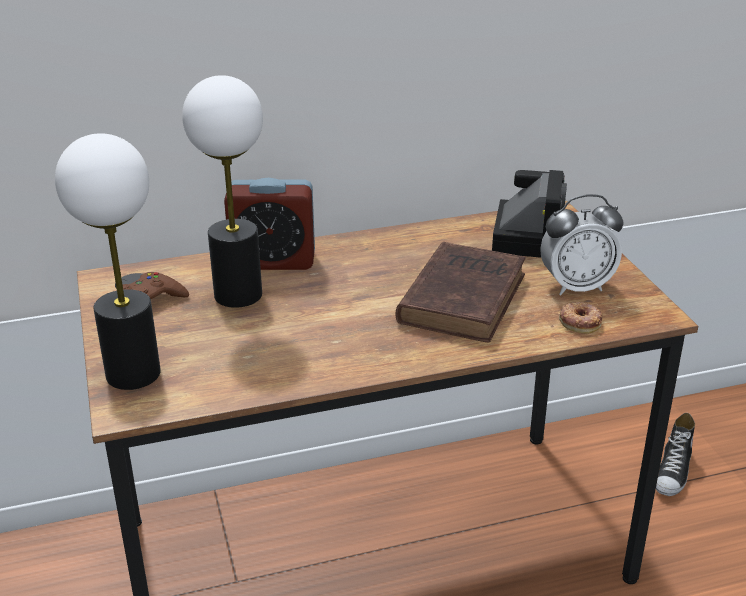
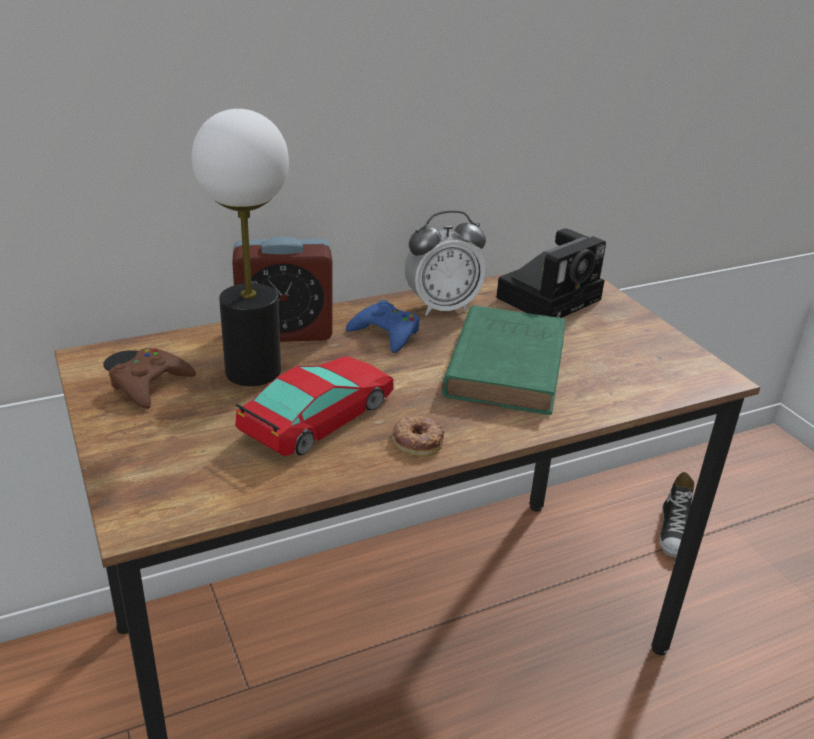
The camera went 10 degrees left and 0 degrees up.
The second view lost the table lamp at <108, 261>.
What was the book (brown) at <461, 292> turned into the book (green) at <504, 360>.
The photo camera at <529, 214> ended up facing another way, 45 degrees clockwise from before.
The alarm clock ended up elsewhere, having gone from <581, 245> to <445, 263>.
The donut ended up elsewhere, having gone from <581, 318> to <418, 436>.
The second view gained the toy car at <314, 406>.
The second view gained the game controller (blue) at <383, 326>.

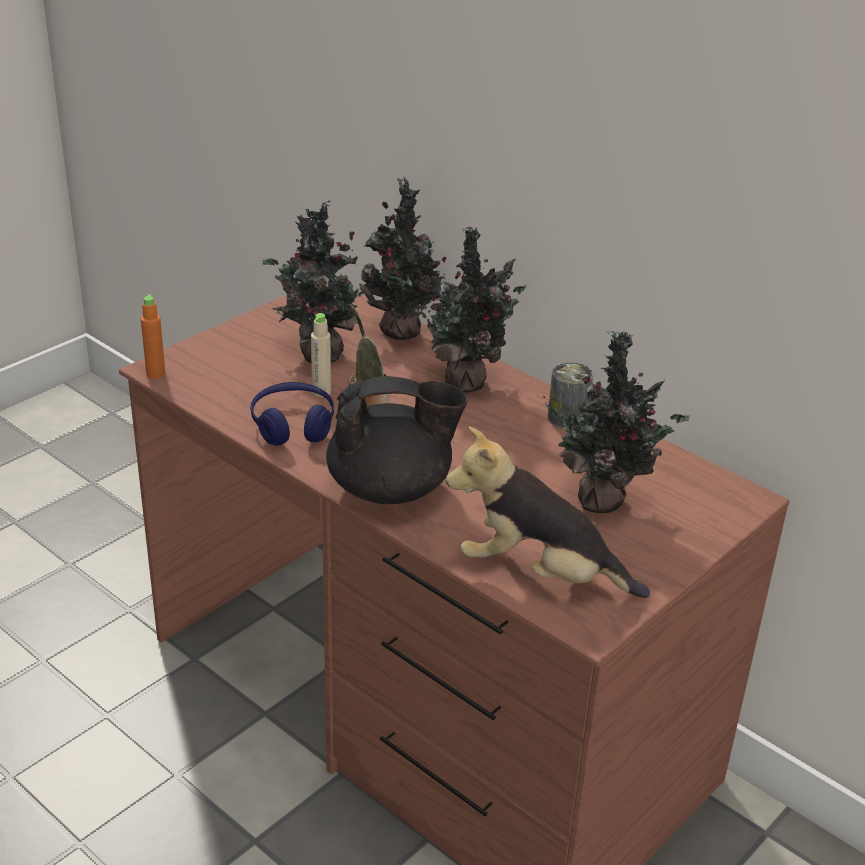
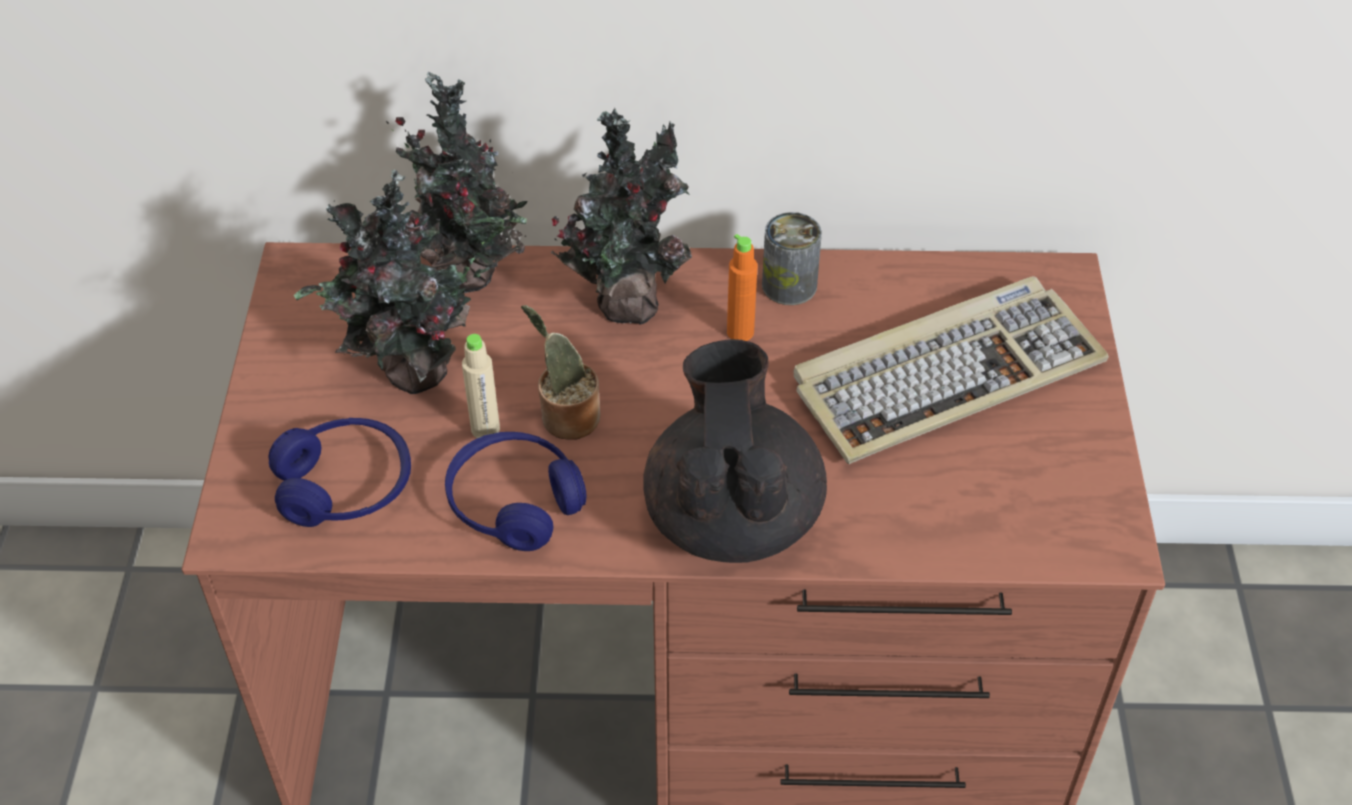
The camera went 40 degrees left and 15 degrees up.
The bottle (orange) ended up elsewhere, having gone from <153, 336> to <742, 287>.
The teapot (black) at <397, 440> ended up facing another way, 45 degrees counterclockwise from before.
The second view lost the plush toy at <548, 512>.
Where the potted plant stood at <617, 422>, the keyboard came to stand at <951, 370>.
The second view gained the headphones (blue) at <340, 472>.

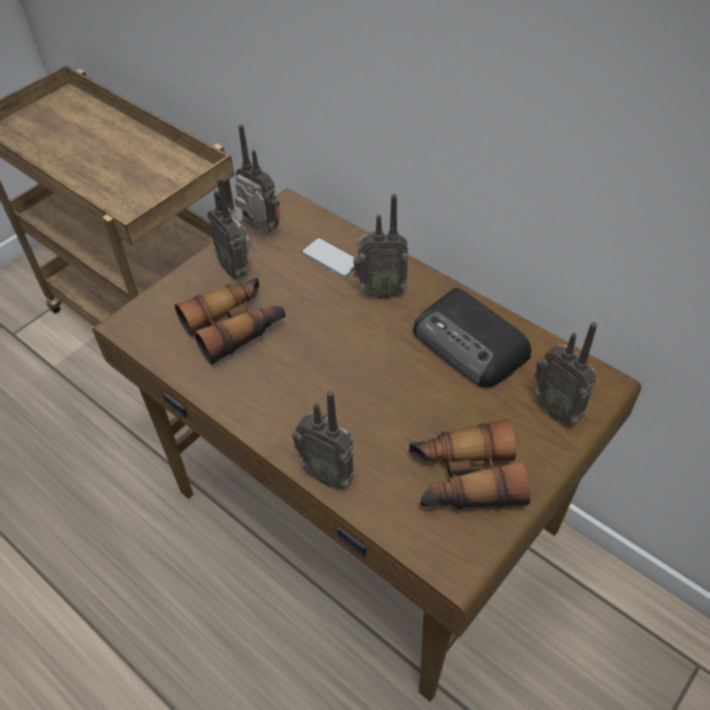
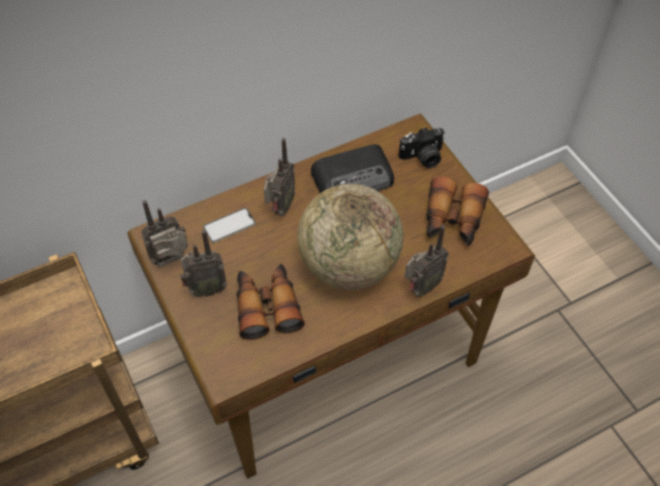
The camera went 70 degrees left and 5 degrees up.
Where the radio stood at <565, 373>, the photo camera came to stand at <422, 147>.
The second view gained the globe at <350, 237>.

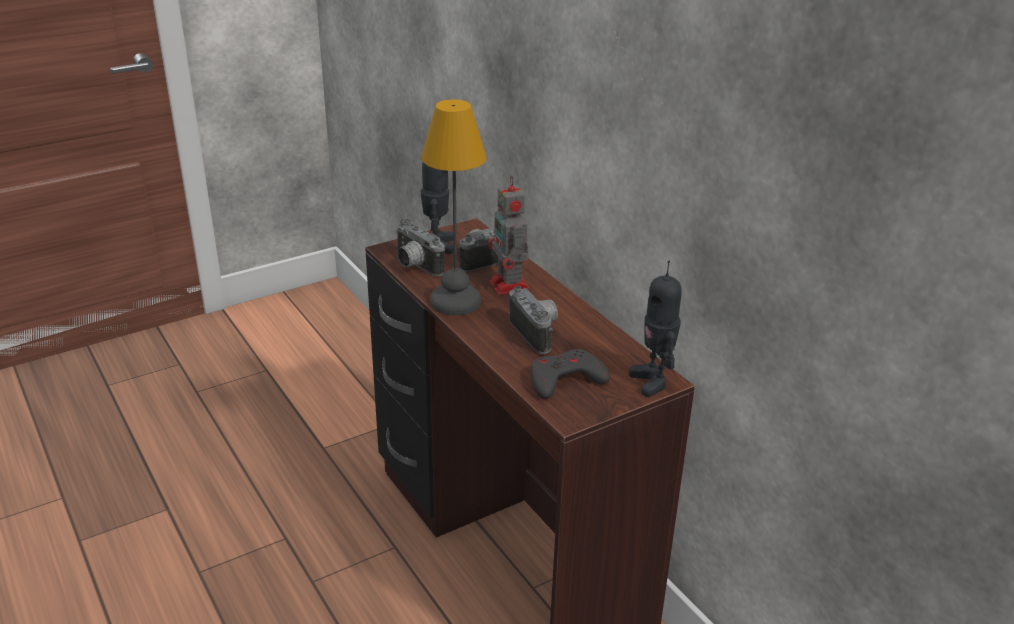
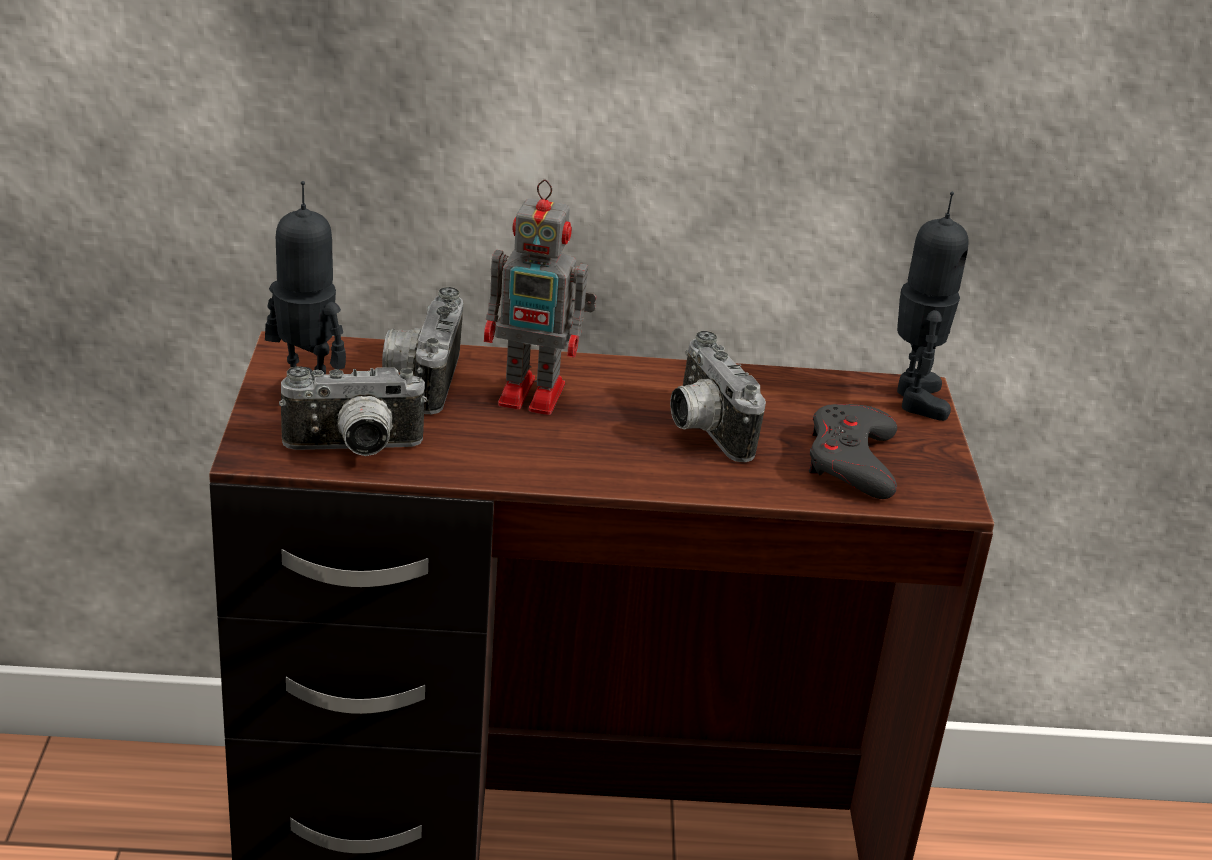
The camera went 60 degrees left and 0 degrees up.
The second view lost the table lamp at <453, 207>.
The photo camera at <533, 320> ended up facing another way, 120 degrees counterclockwise from before.
The toy robot at <655, 329> ended up facing another way, 105 degrees counterclockwise from before.

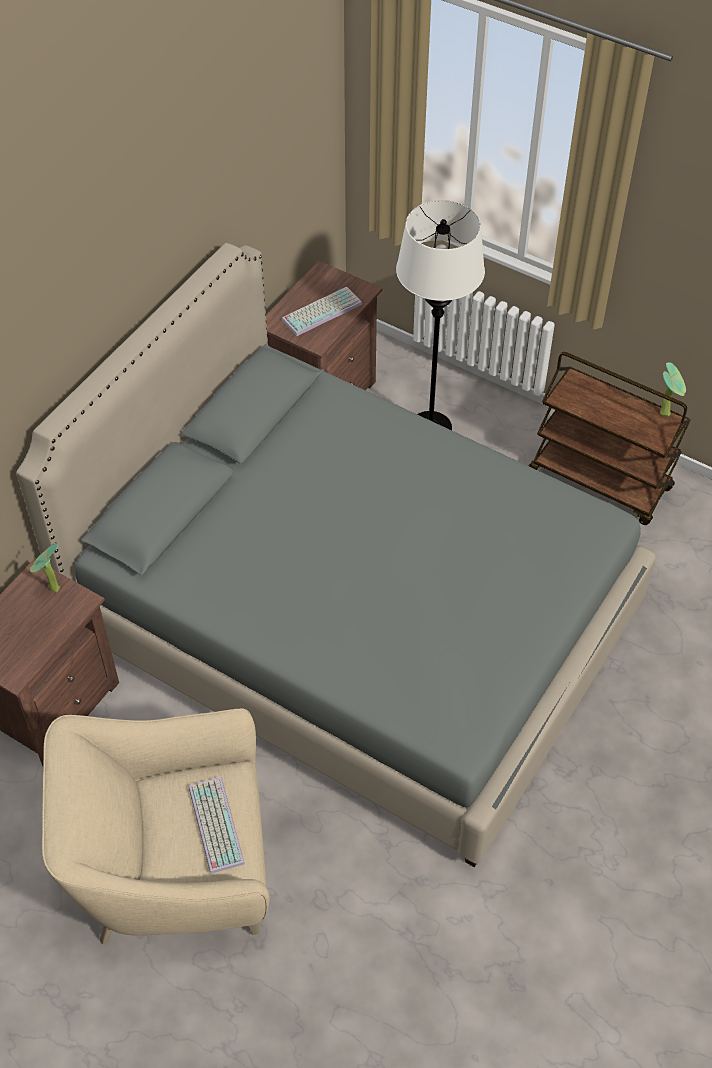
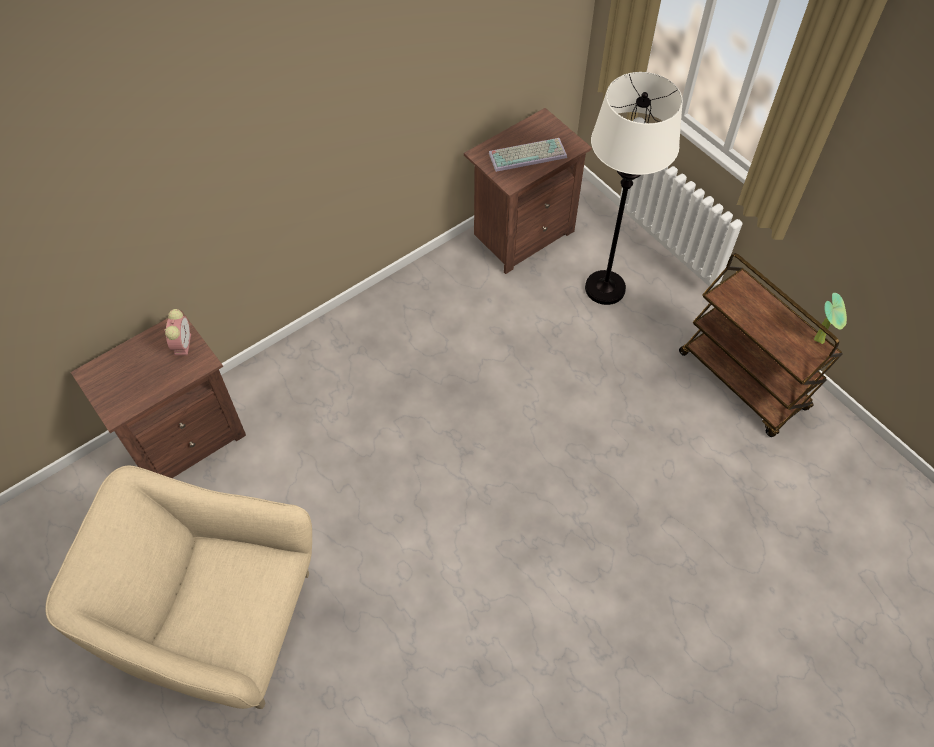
The camera went 20 degrees right and 5 degrees up.
The second view lost the bed (grey) at <336, 555>.
Where the potted plant stood at <45, 568>, the alarm clock came to stand at <177, 332>.
The second view lost the keyboard at <217, 825>.

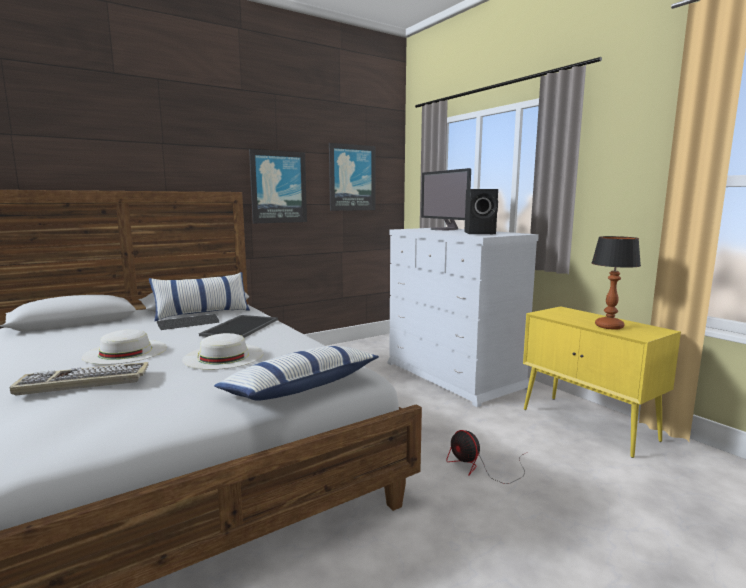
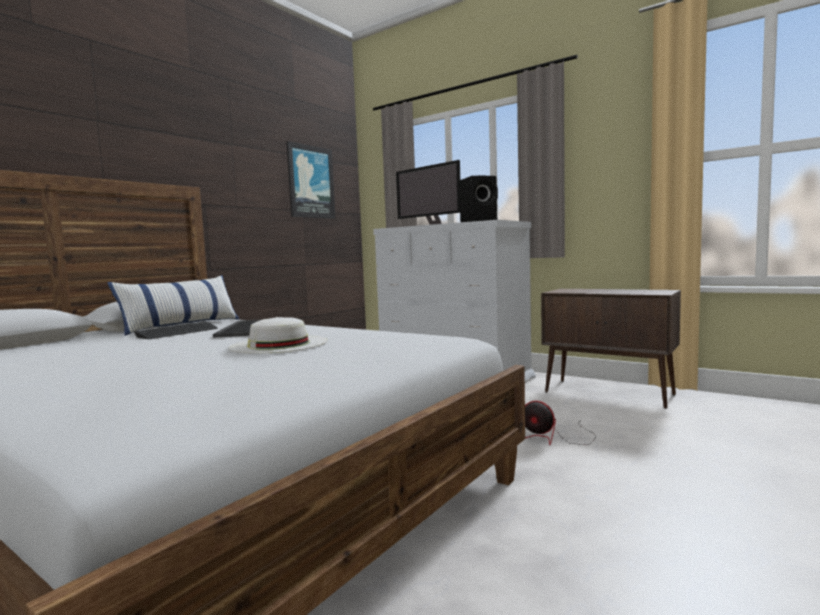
The camera went 20 degrees left and 5 degrees down.
The second view lost the keyboard at <79, 378>.
The second view lost the hat (white) at <124, 347>.
The second view lost the pillow at <296, 373>.
The second view lost the picture at <278, 186>.
What was the cabinet (yellow) at <602, 382> turned into the cabinet (brown) at <611, 349>.
The second view lost the table lamp at <616, 283>.

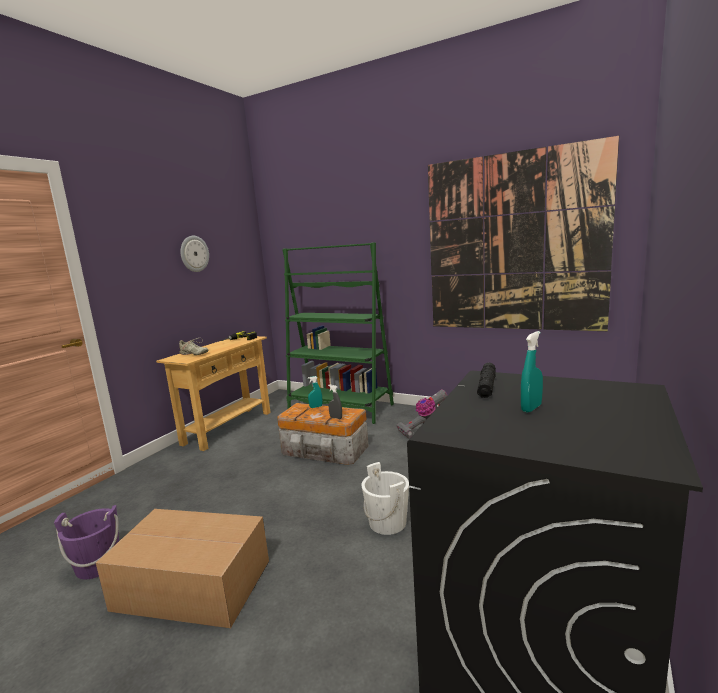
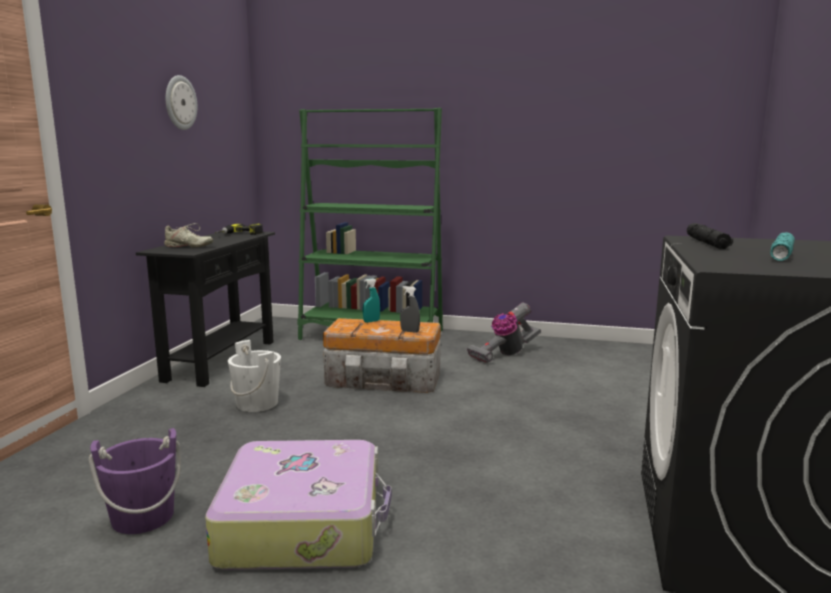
The camera went 15 degrees left and 0 degrees up.
Where the cardboard box stood at <182, 568>, the suitcase came to stand at <298, 505>.
What was the console table (beige) at <213, 393> turned into the console table (black) at <205, 309>.
The bucket (white) ended up elsewhere, having gone from <385, 498> to <254, 376>.
The second view lost the picture at <523, 233>.
Where the spray bottle (turquoise) stood at <532, 371>, the flashlight (turquoise) came to stand at <782, 246>.

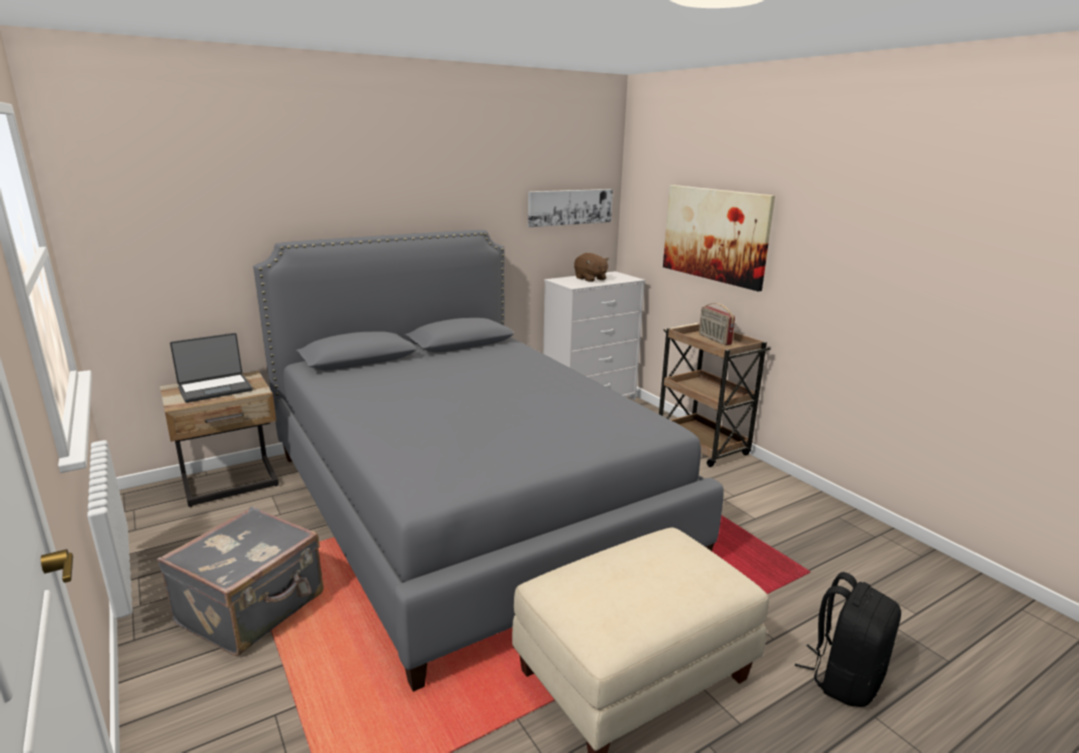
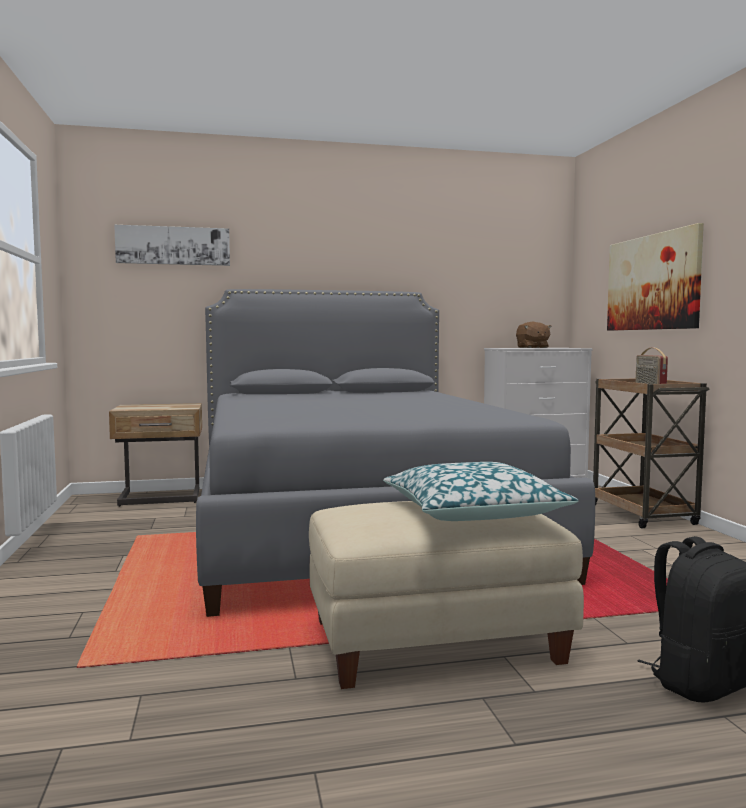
The camera went 20 degrees right and 15 degrees down.
The second view lost the suitcase (grey) at <240, 581>.
The second view lost the laptop at <211, 368>.
The picture ended up elsewhere, having gone from <570, 208> to <172, 245>.
The second view gained the pillow at <480, 491>.

